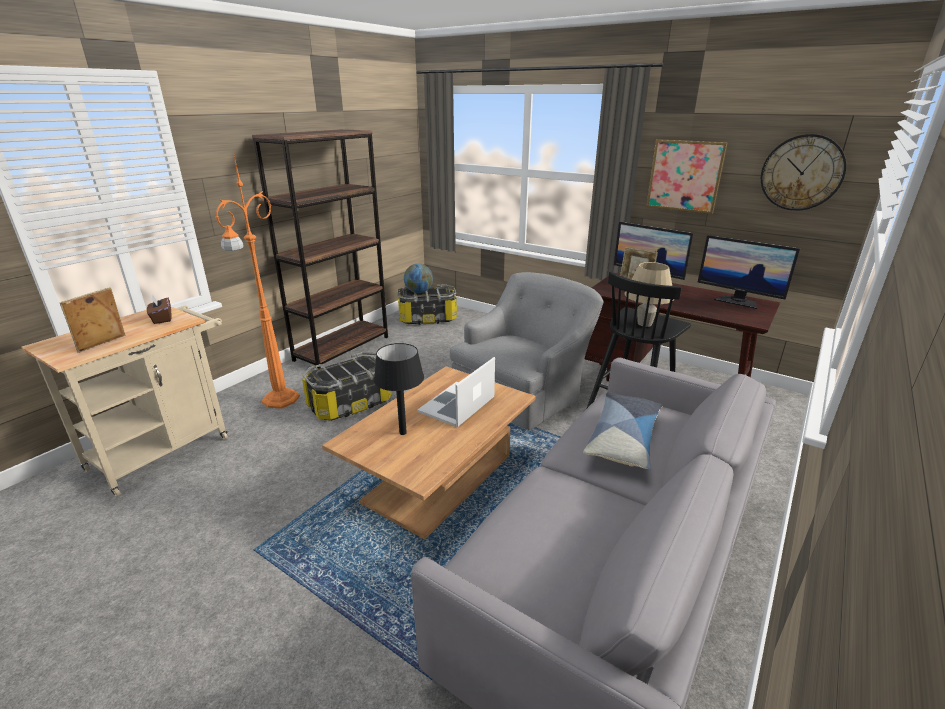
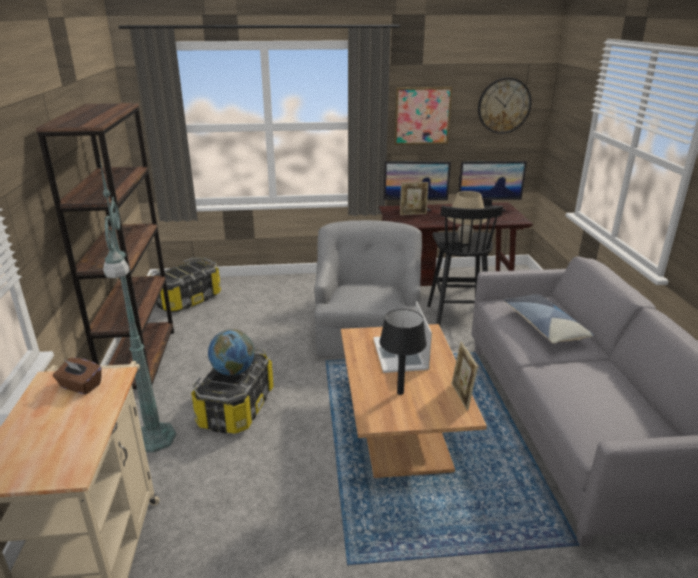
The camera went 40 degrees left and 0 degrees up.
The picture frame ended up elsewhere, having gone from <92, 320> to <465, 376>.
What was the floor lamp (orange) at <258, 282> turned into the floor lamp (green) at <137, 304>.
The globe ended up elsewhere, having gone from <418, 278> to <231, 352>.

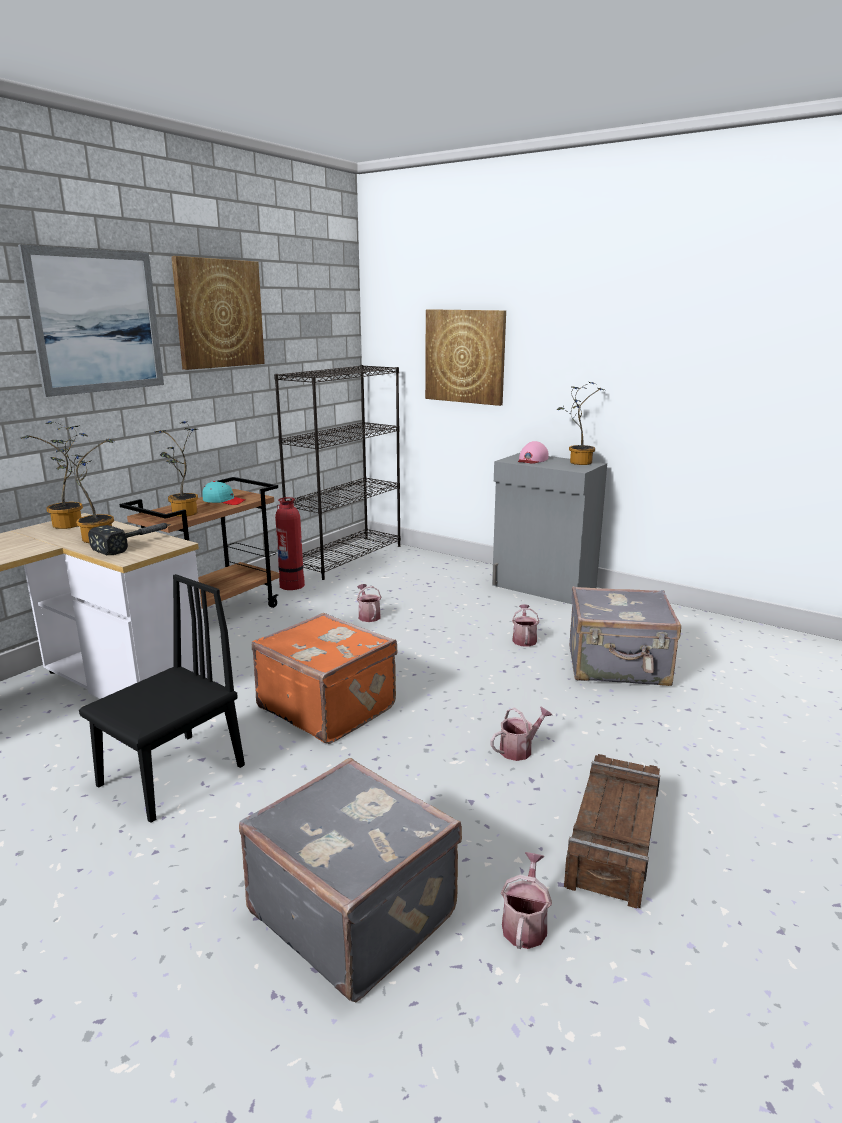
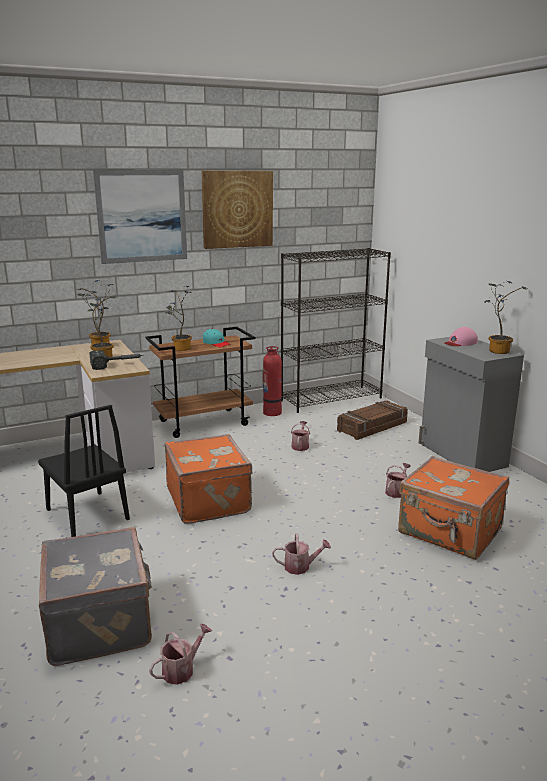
The camera went 30 degrees right and 0 degrees up.
The chair (black) at <162, 698> ended up facing another way, 75 degrees clockwise from before.
The second view lost the picture at <465, 357>.
The crate ended up elsewhere, having gone from <612, 831> to <372, 420>.
What was the suitcase (grey) at <625, 636> turned into the suitcase (orange) at <453, 508>.

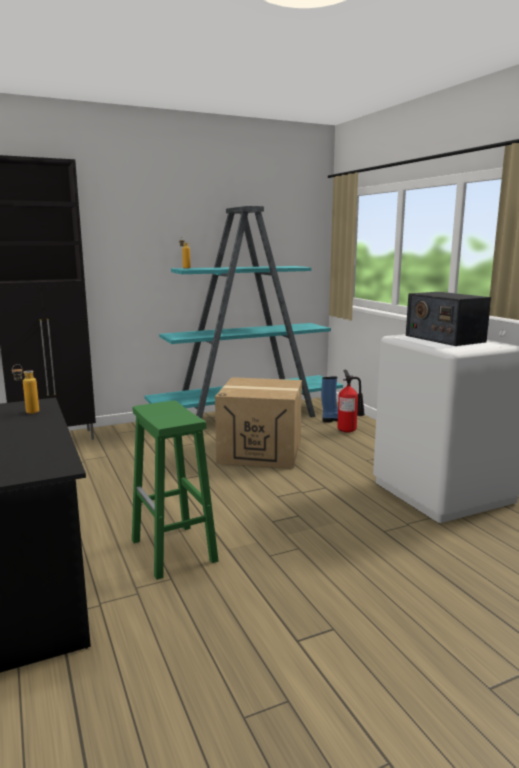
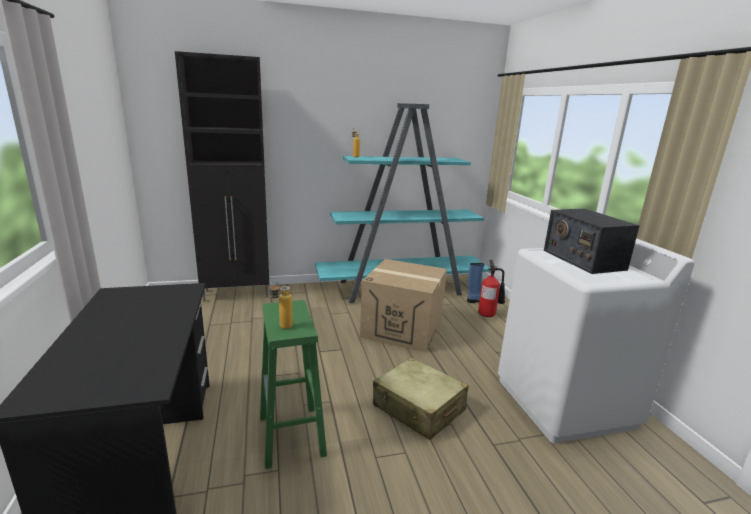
The camera went 10 degrees right and 5 degrees up.
The bottle ended up elsewhere, having gone from <25, 389> to <281, 305>.
The second view gained the suitcase (beige) at <420, 398>.

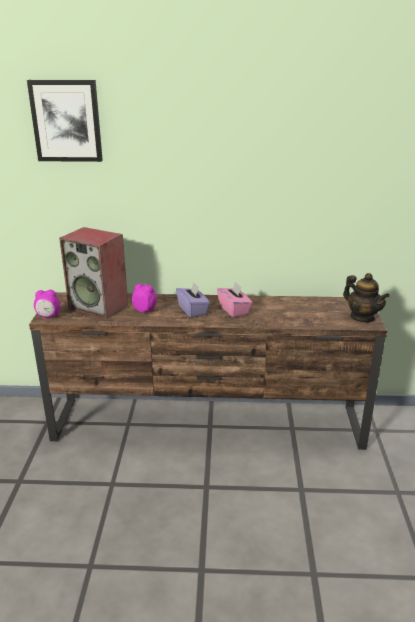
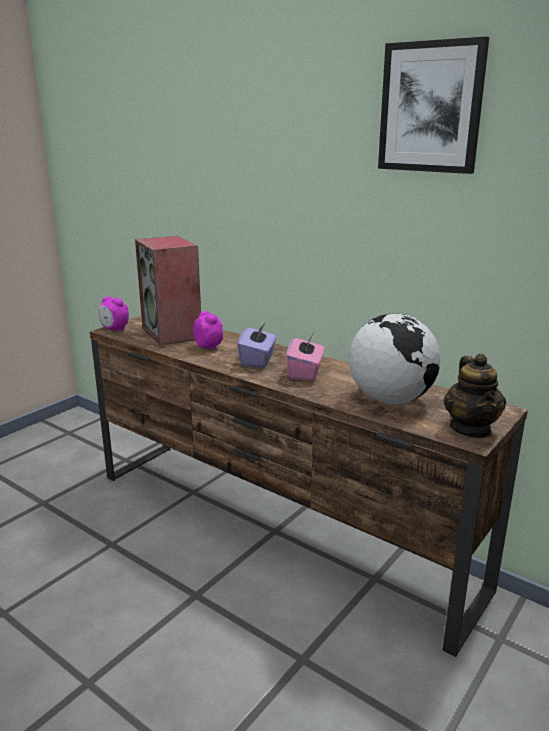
The camera went 35 degrees right and 5 degrees down.
The picture ended up elsewhere, having gone from <65, 121> to <433, 105>.
The second view gained the globe at <395, 358>.

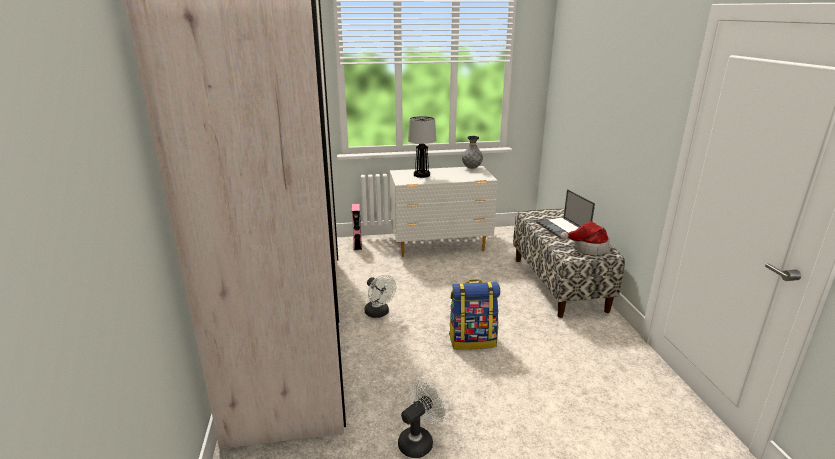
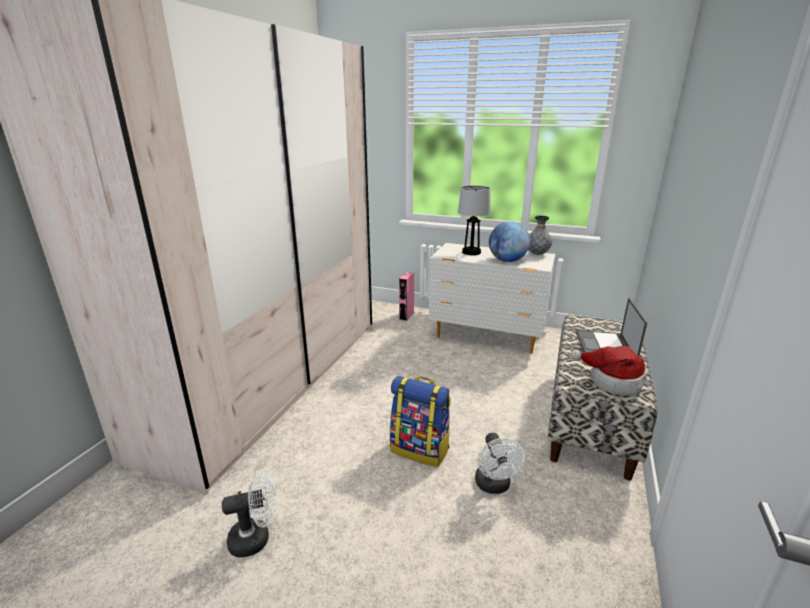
The camera went 30 degrees right and 0 degrees up.
The fan (white) ended up elsewhere, having gone from <380, 296> to <500, 463>.
The second view gained the globe at <509, 241>.

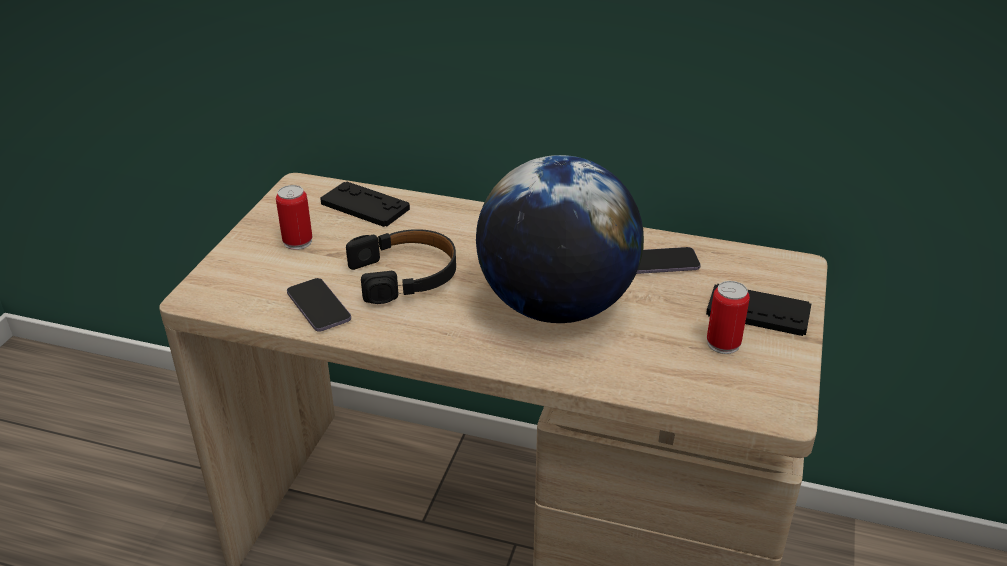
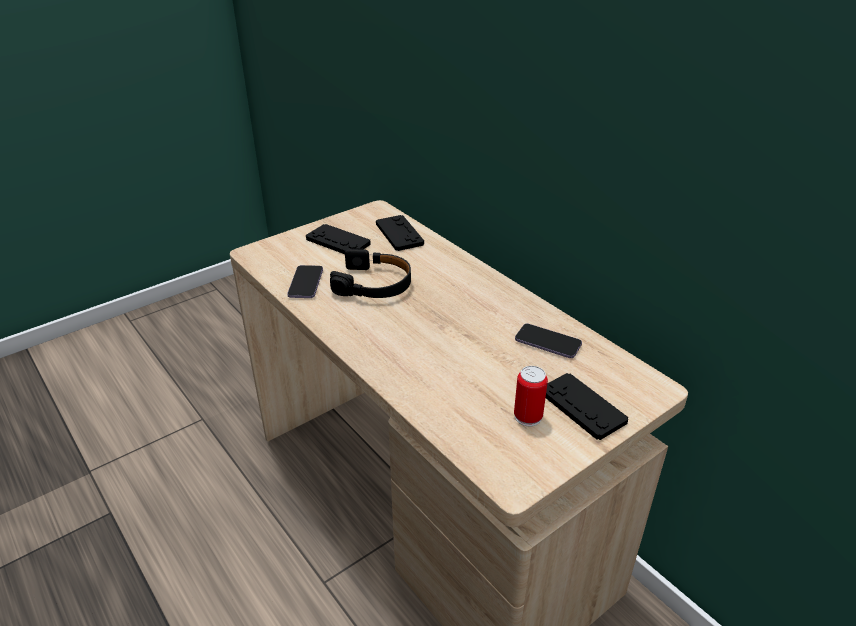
The camera went 35 degrees right and 0 degrees up.
Where the can stood at <294, 217>, the game controller (black) came to stand at <338, 239>.
The second view lost the globe at <560, 239>.

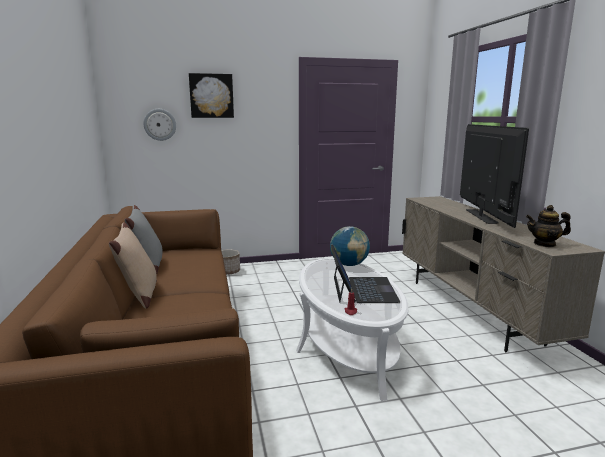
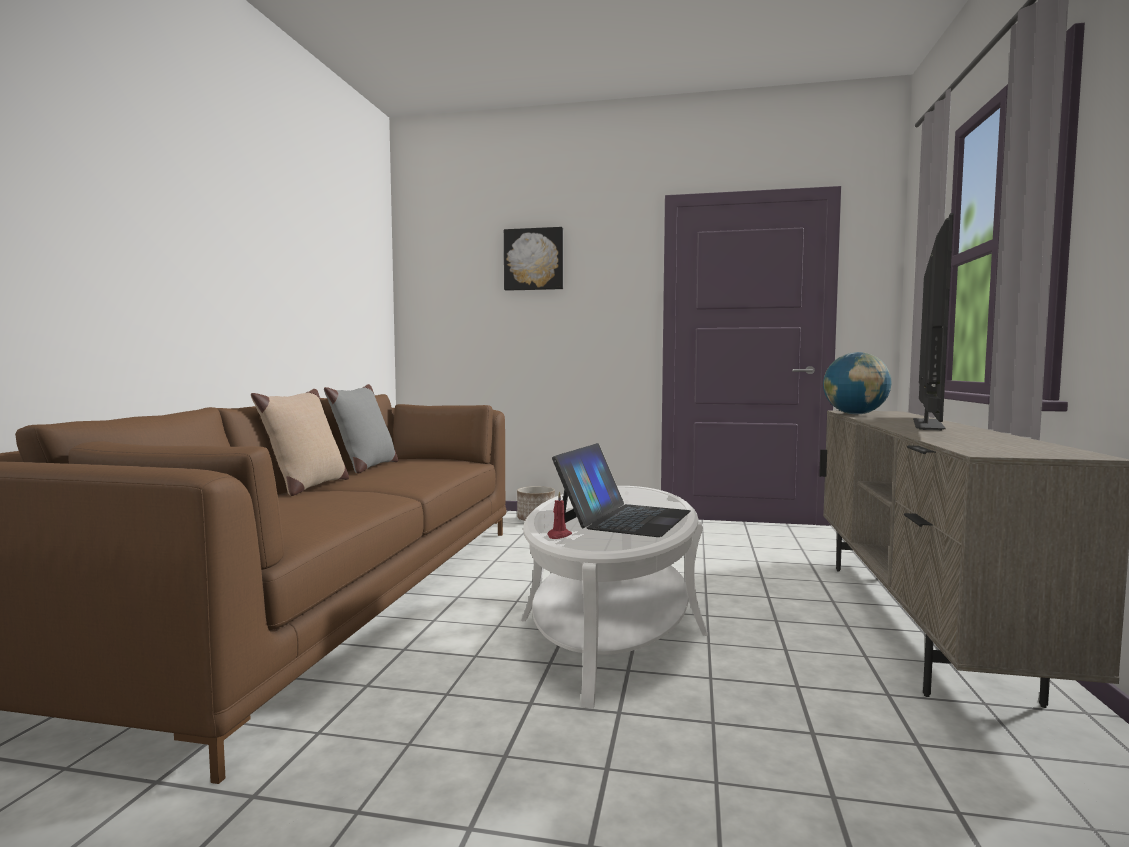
The camera went 25 degrees right and 10 degrees down.
The second view lost the wall clock at <159, 125>.
The globe ended up elsewhere, having gone from <350, 246> to <857, 383>.
The second view lost the teapot at <548, 226>.

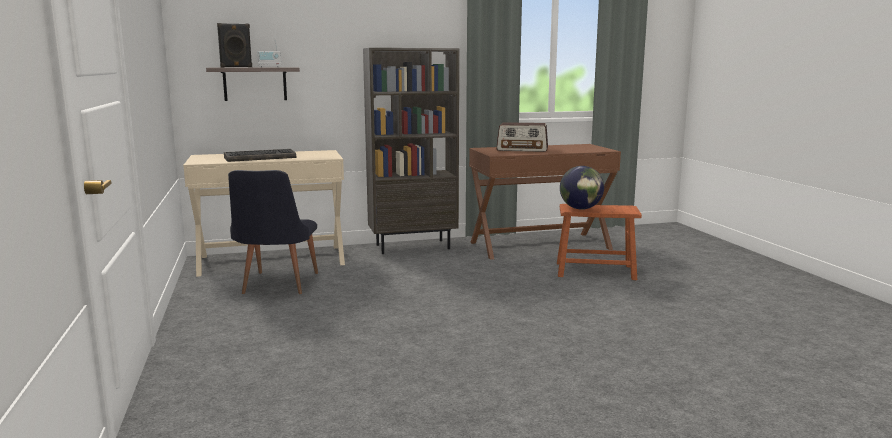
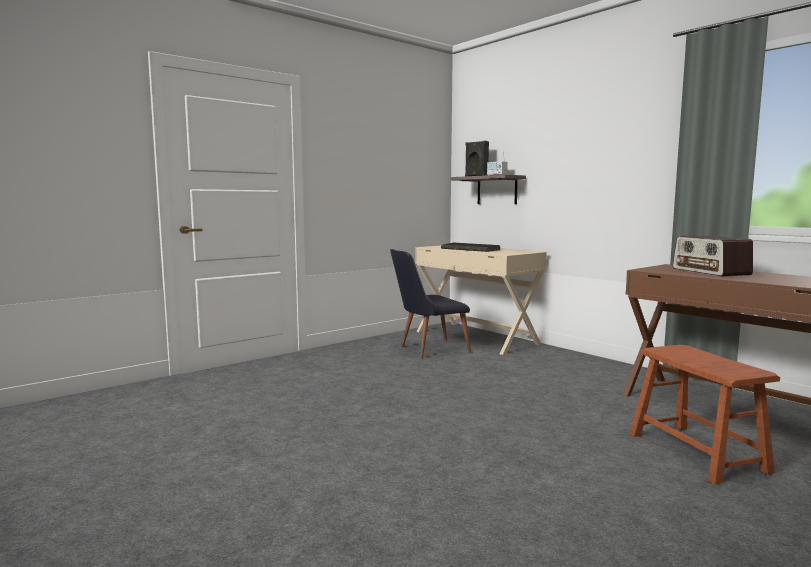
The camera went 65 degrees right and 5 degrees down.
The second view lost the bookcase (brown) at <411, 151>.
The second view lost the globe at <582, 188>.

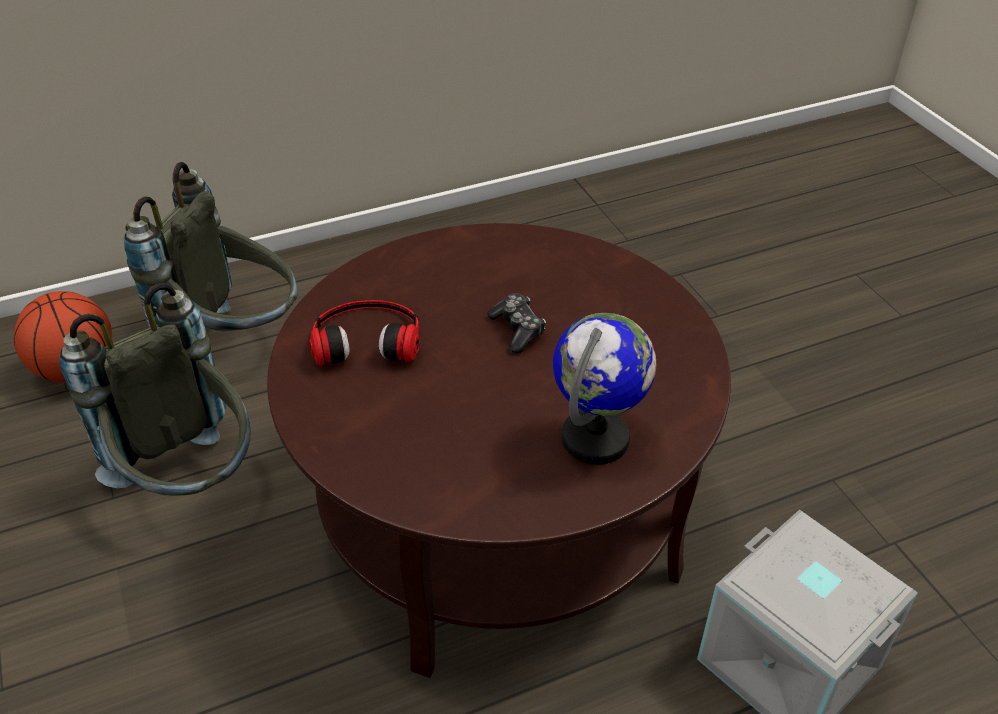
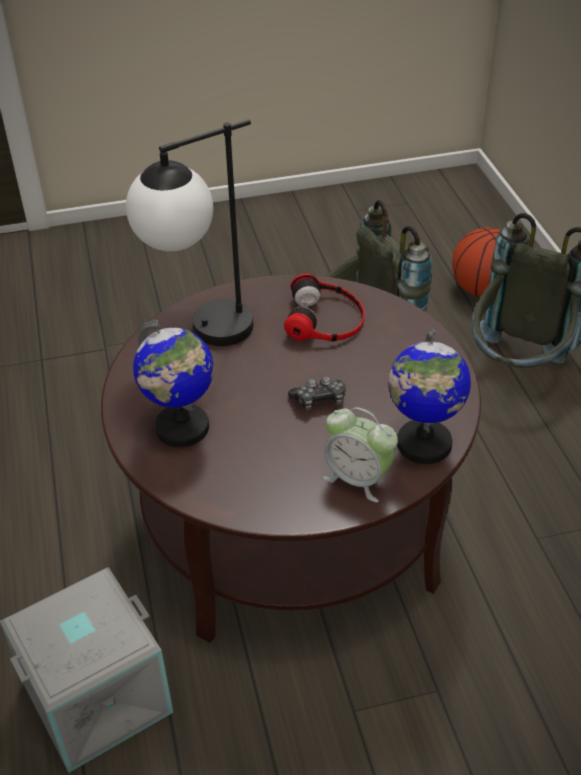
The camera went 100 degrees right and 0 degrees up.
The second view gained the table lamp at <190, 233>.
The second view gained the alarm clock at <360, 454>.
The second view gained the globe at <429, 396>.

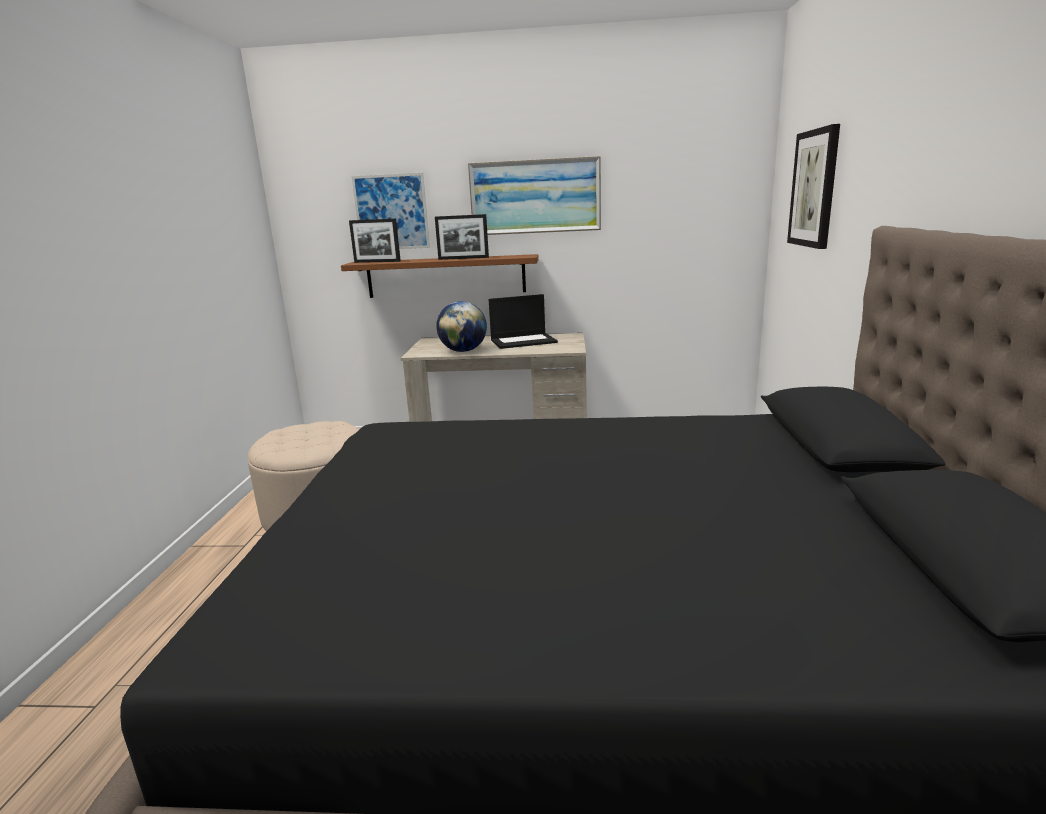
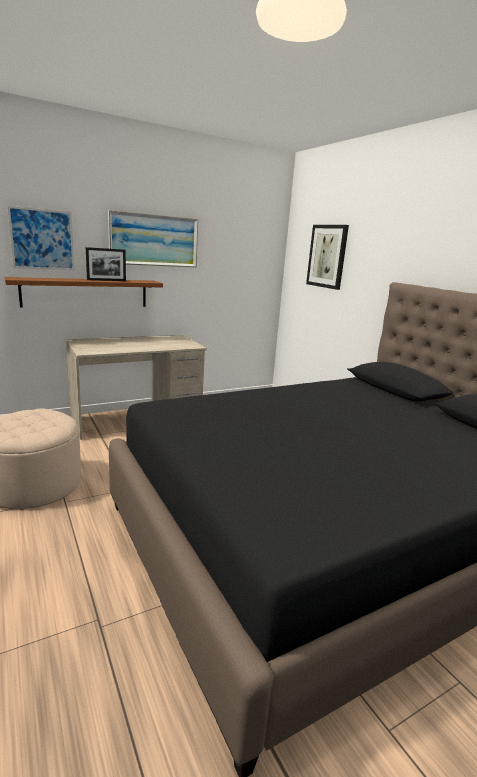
The camera went 35 degrees left and 0 degrees up.
The second view lost the picture frame at <375, 240>.
The second view lost the globe at <461, 326>.
The second view lost the laptop at <523, 321>.

